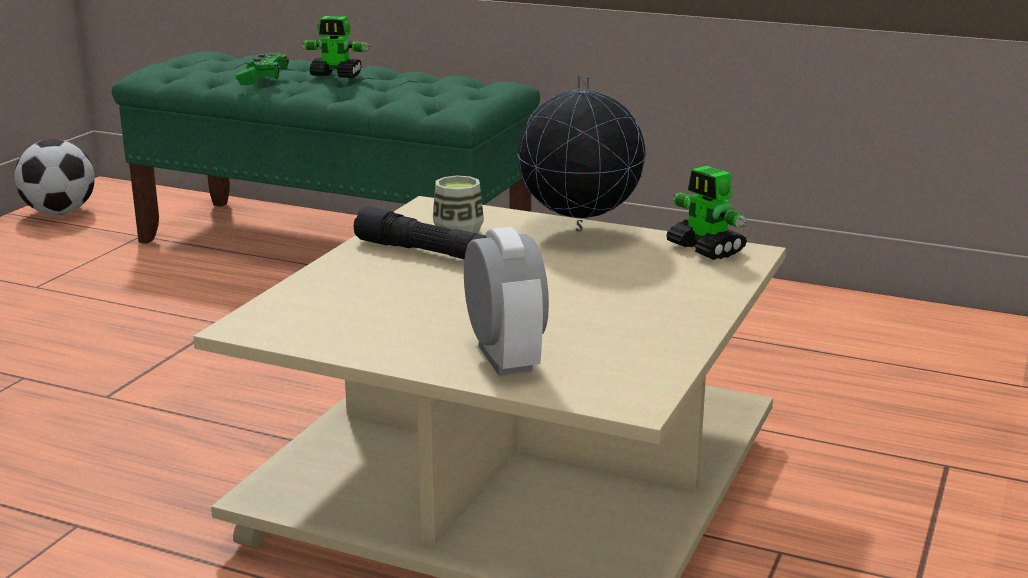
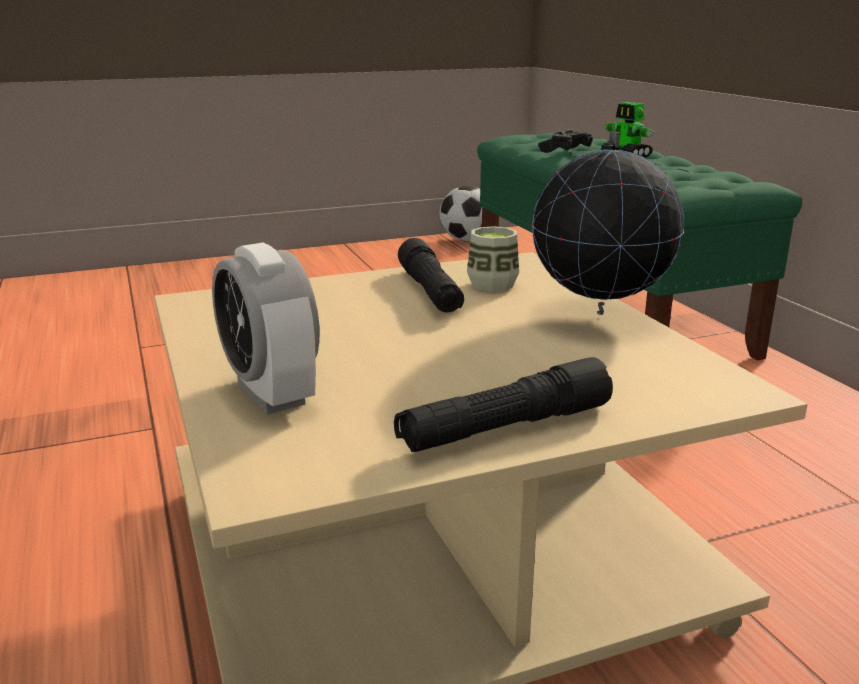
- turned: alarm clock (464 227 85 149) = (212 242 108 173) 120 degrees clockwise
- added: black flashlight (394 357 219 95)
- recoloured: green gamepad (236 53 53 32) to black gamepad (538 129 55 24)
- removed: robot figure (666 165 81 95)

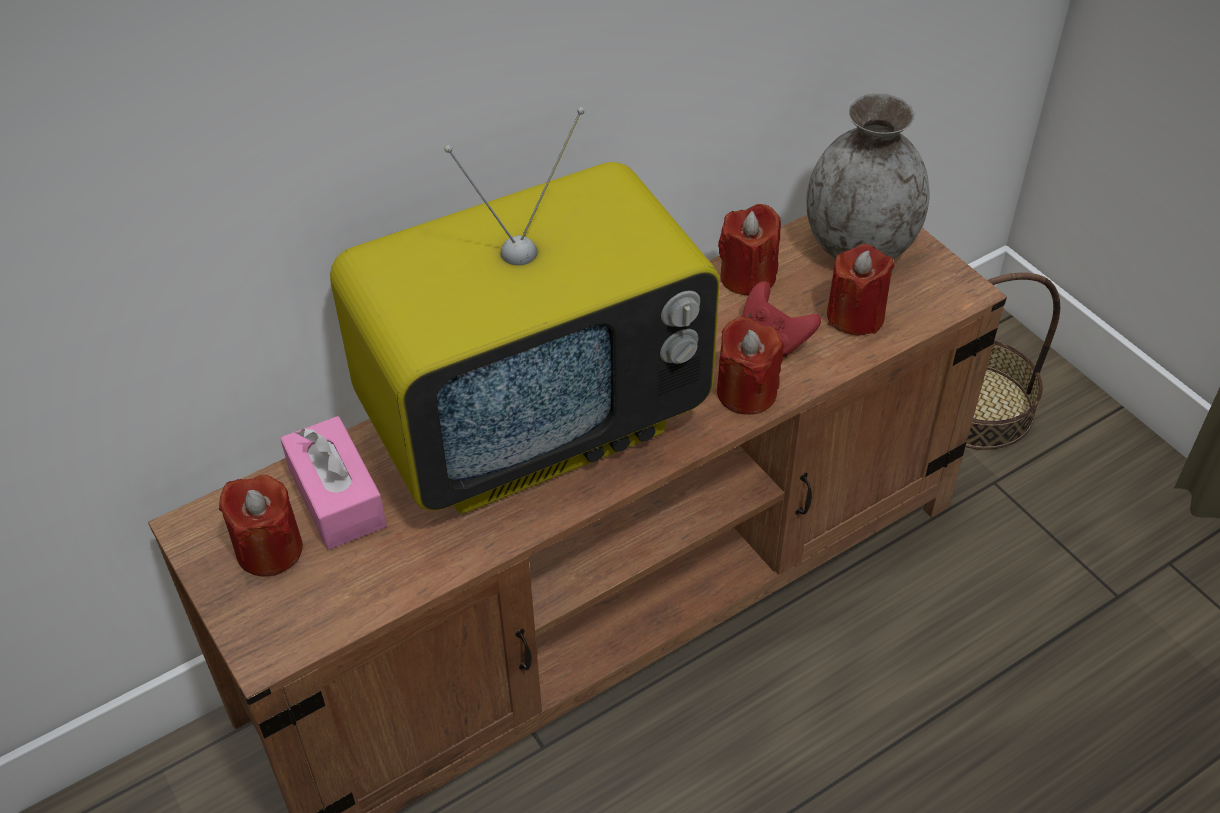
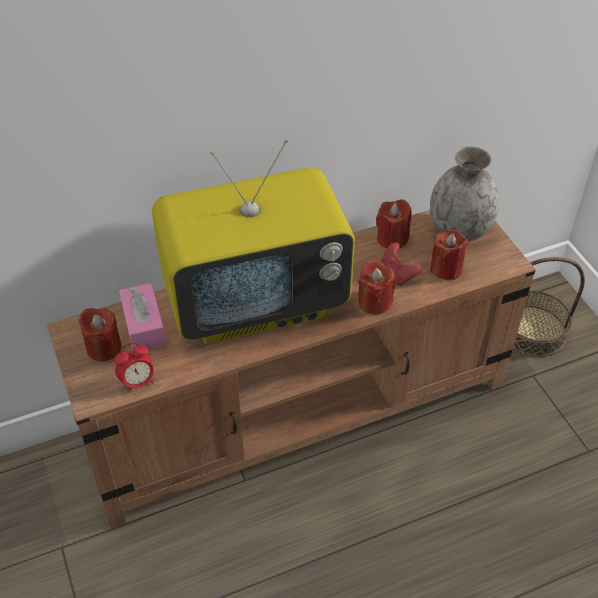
- added: alarm clock (114 343 40 50)

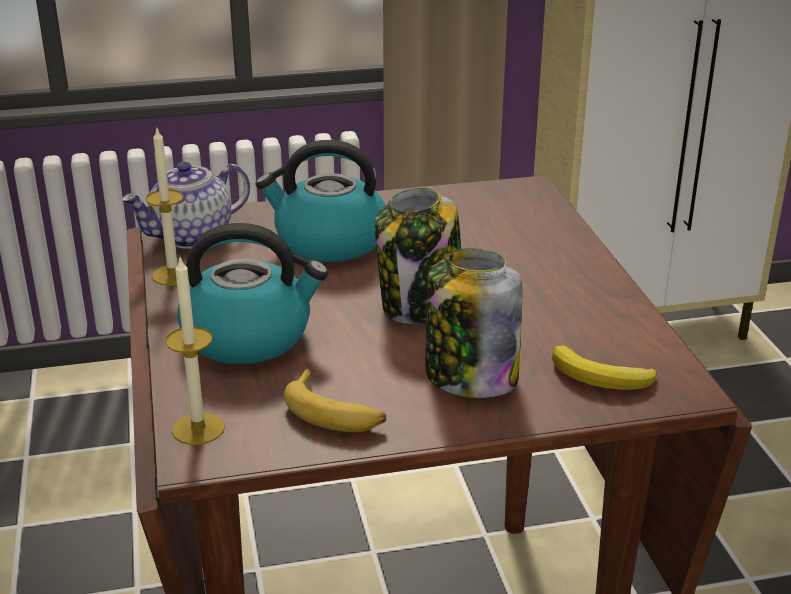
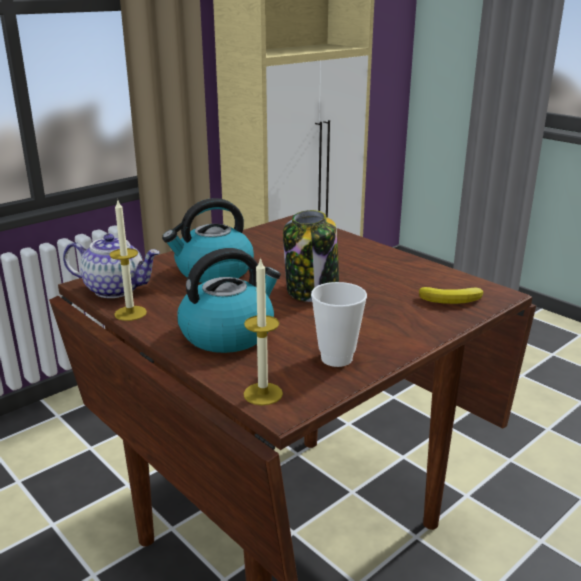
- turned: teapot (121 162 129 87) = (63 234 97 64) 105 degrees counterclockwise
- replaced: banana (284 369 102 63) to cup (311 282 56 85)
- removed: jar (426 248 96 150)

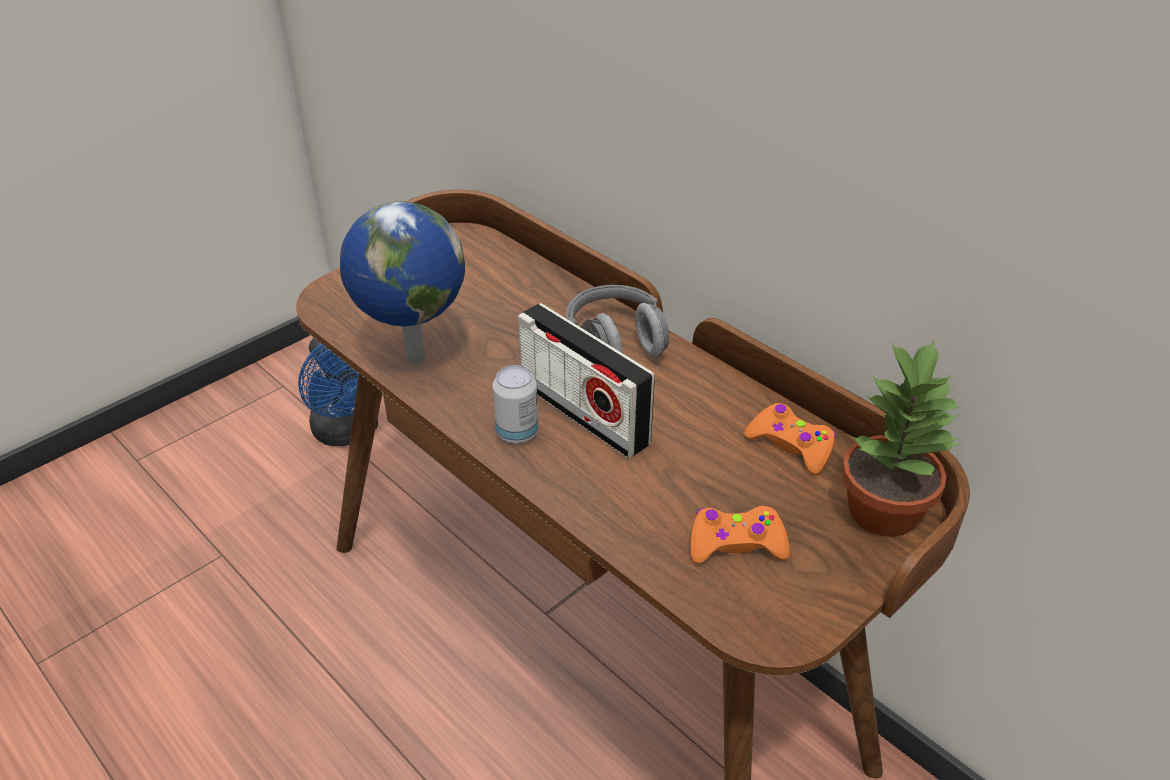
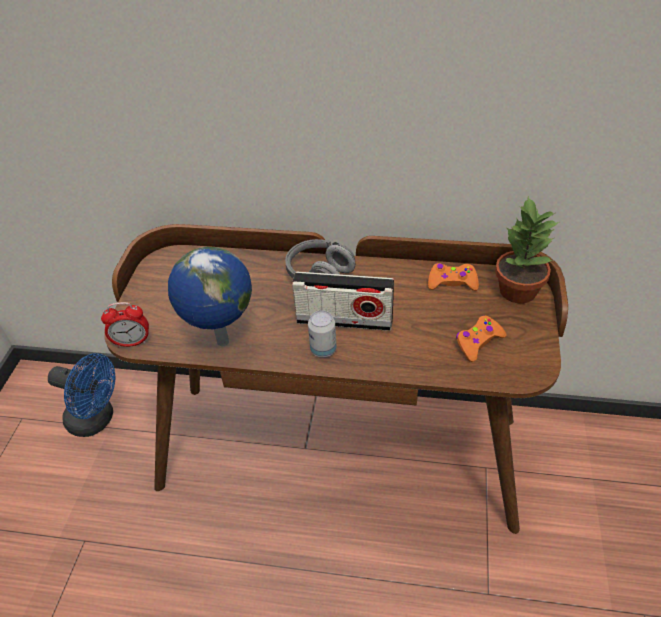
- added: alarm clock (101 302 48 46)

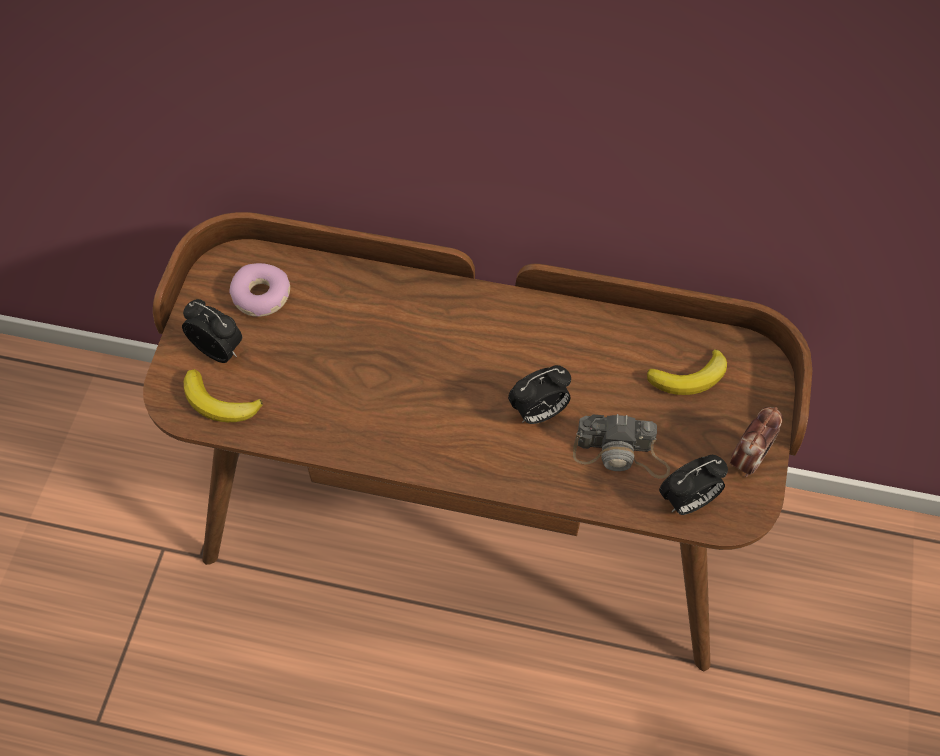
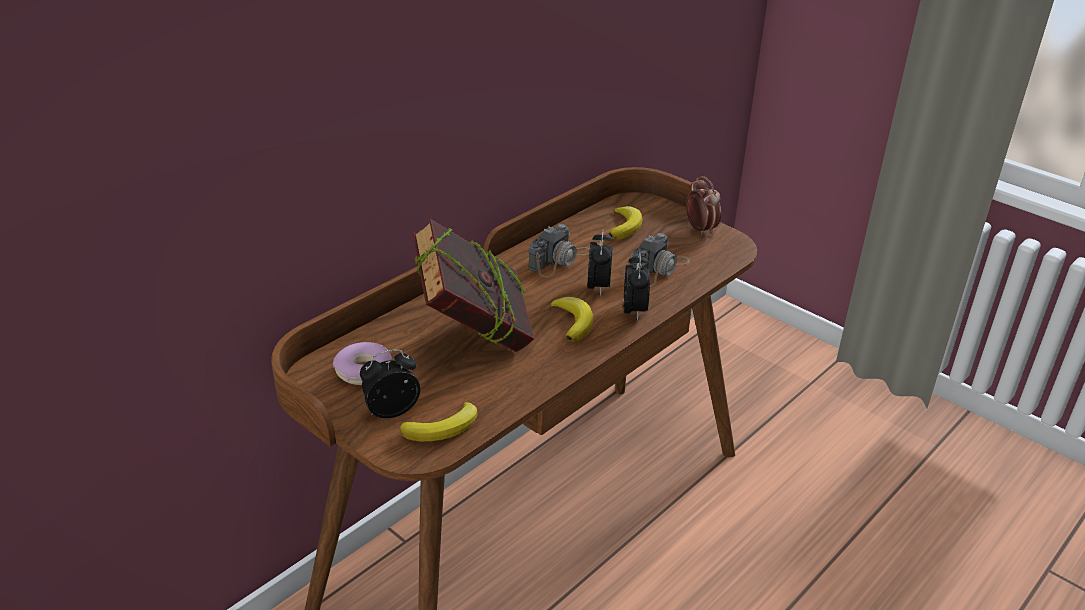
- added: bound book (413 219 121 133)
- added: photo camera (528 224 62 53)
- added: banana (550 297 43 45)
- moved: alarm clock (659 455 69 60) to (624 252 26 69)

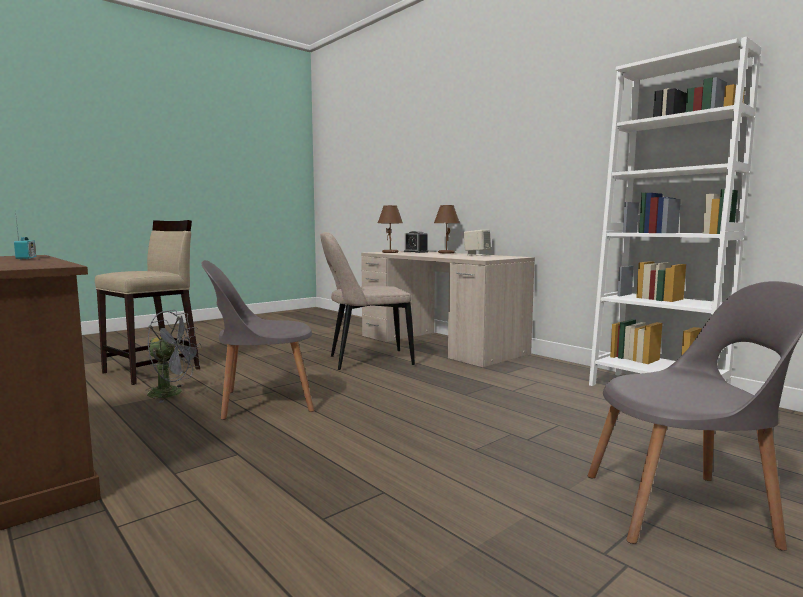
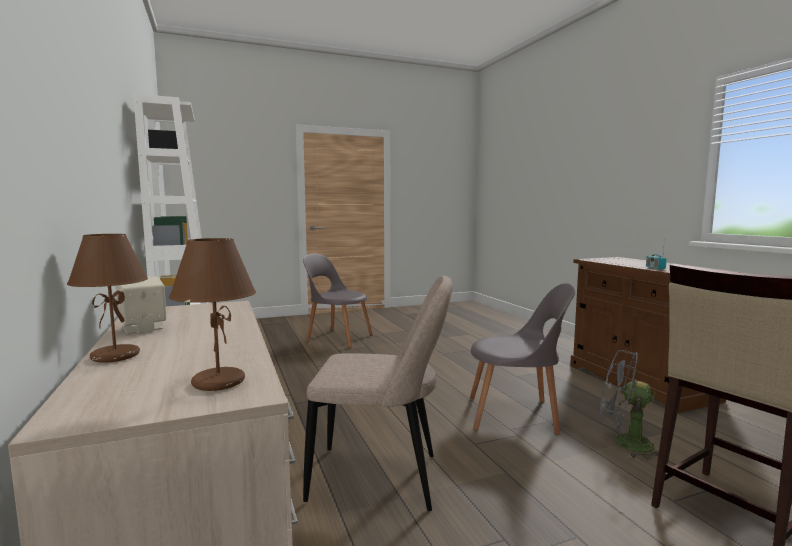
- removed: alarm clock (404 231 24 22)

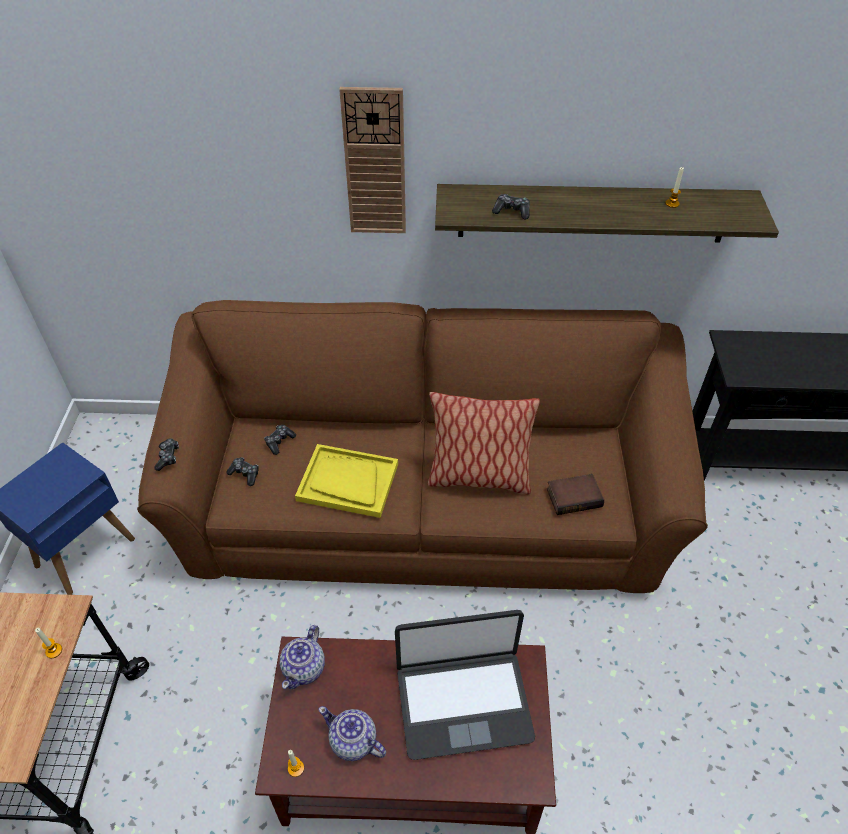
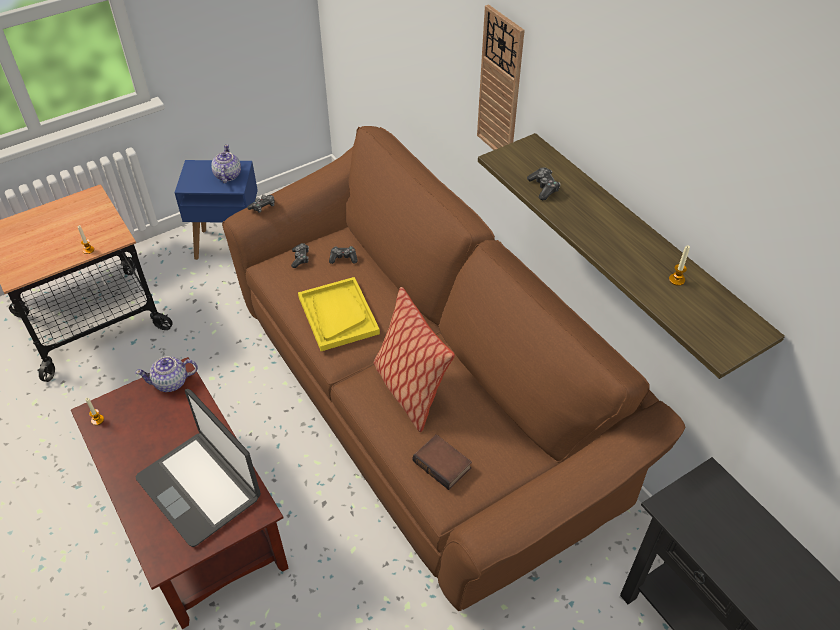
- moved: teapot (319 706 67 55) to (211 144 30 39)

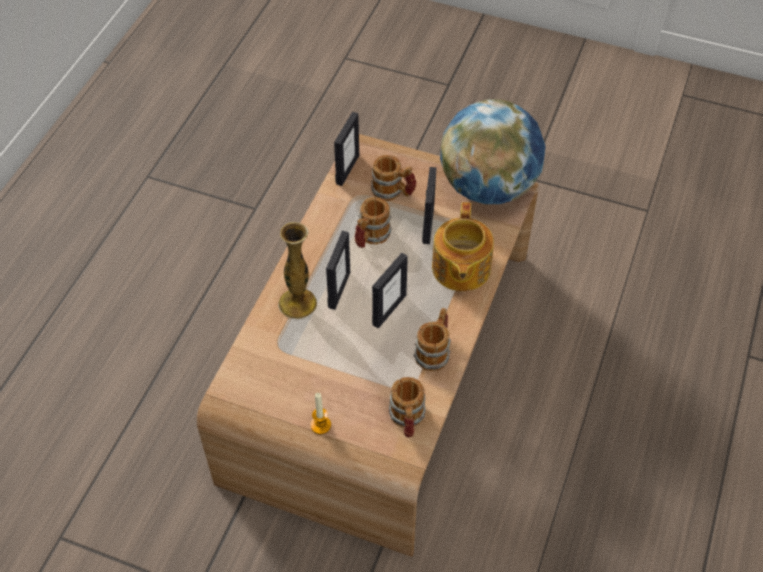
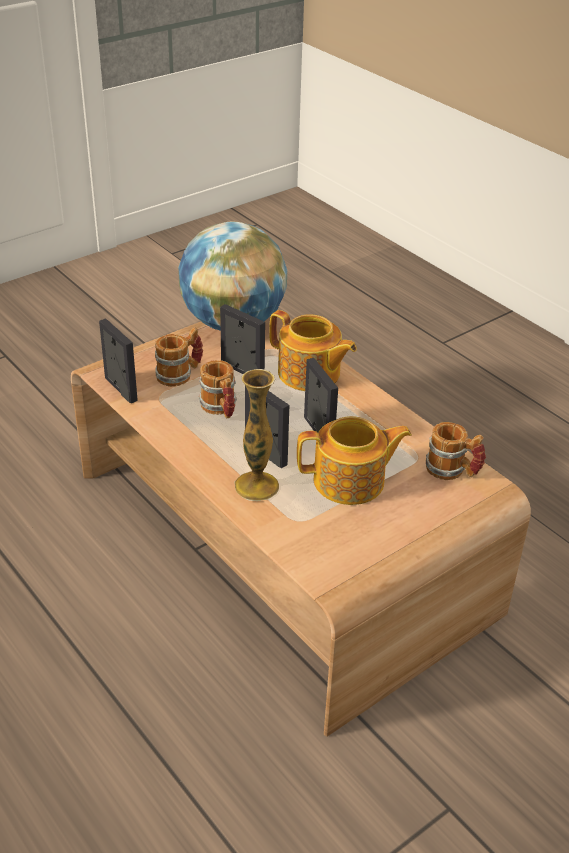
- added: teapot (297 416 115 89)
- removed: candle (310 393 21 41)
- removed: coffee mug (414 308 37 63)

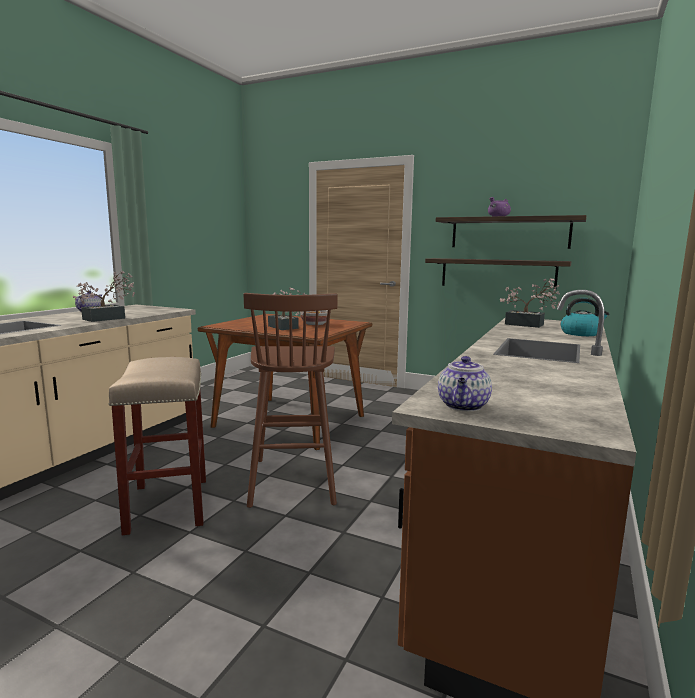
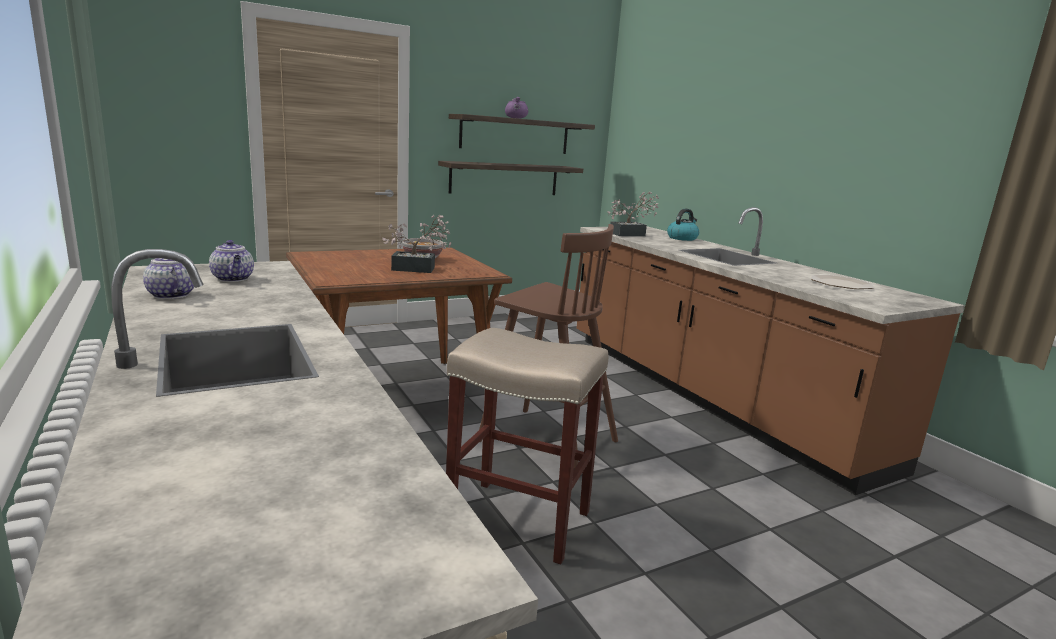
- moved: teapot (438 356 54 55) to (209 240 45 42)
- added: dinner plate (811 275 63 14)
- removed: plant in a pot (73 271 62 51)

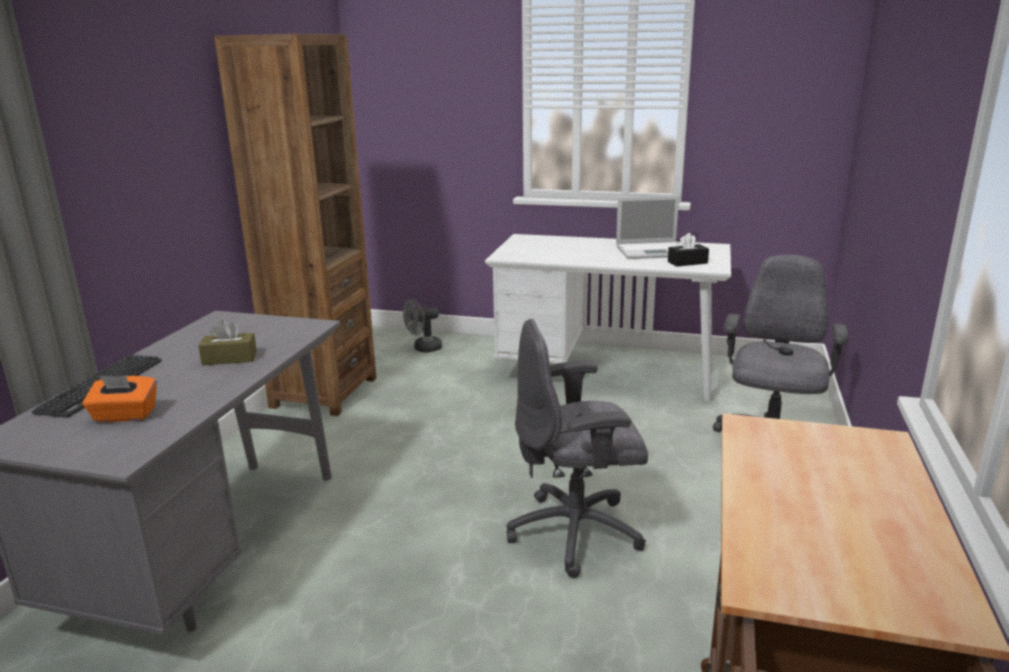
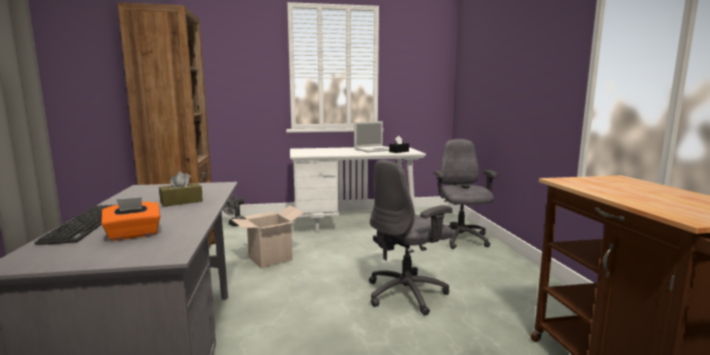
- added: carton (231 206 73 62)

